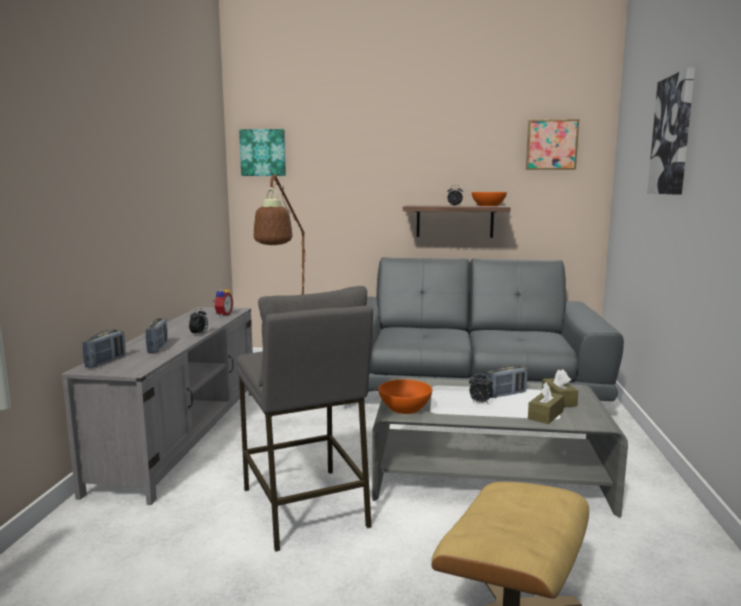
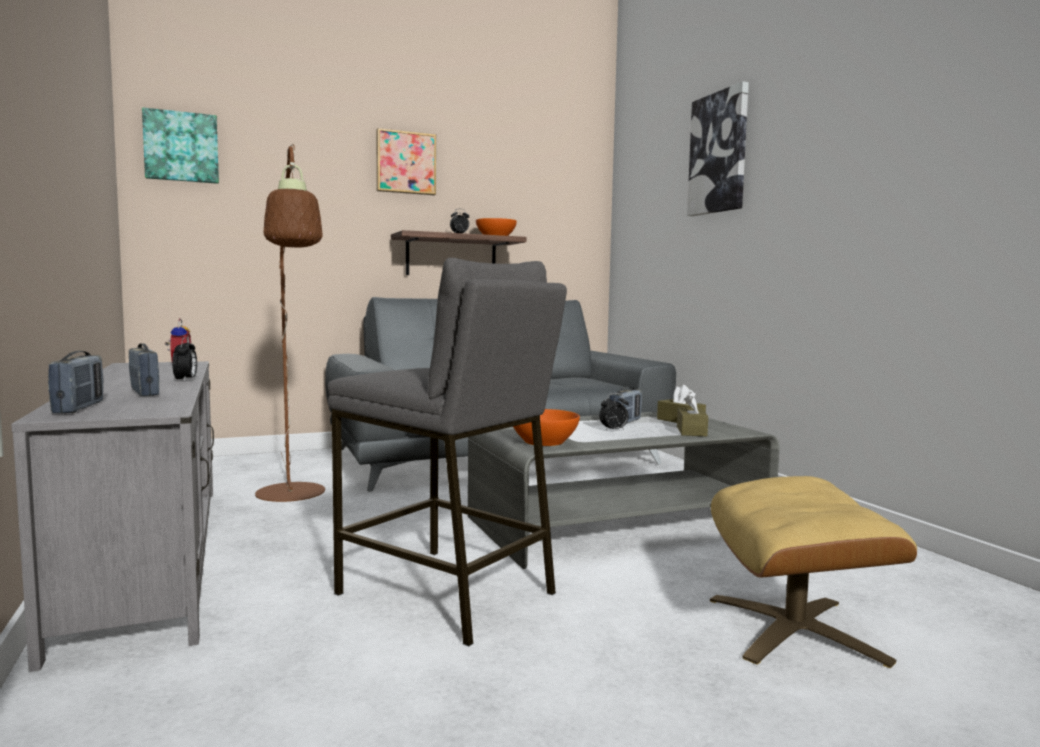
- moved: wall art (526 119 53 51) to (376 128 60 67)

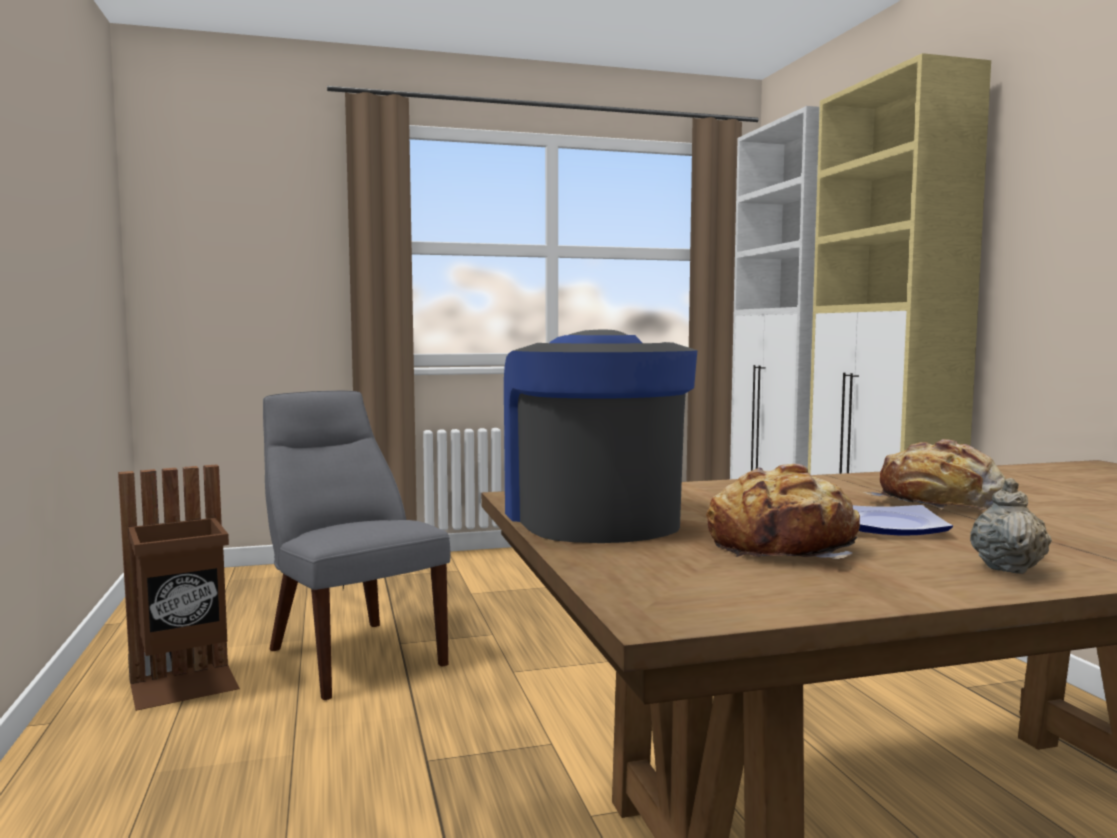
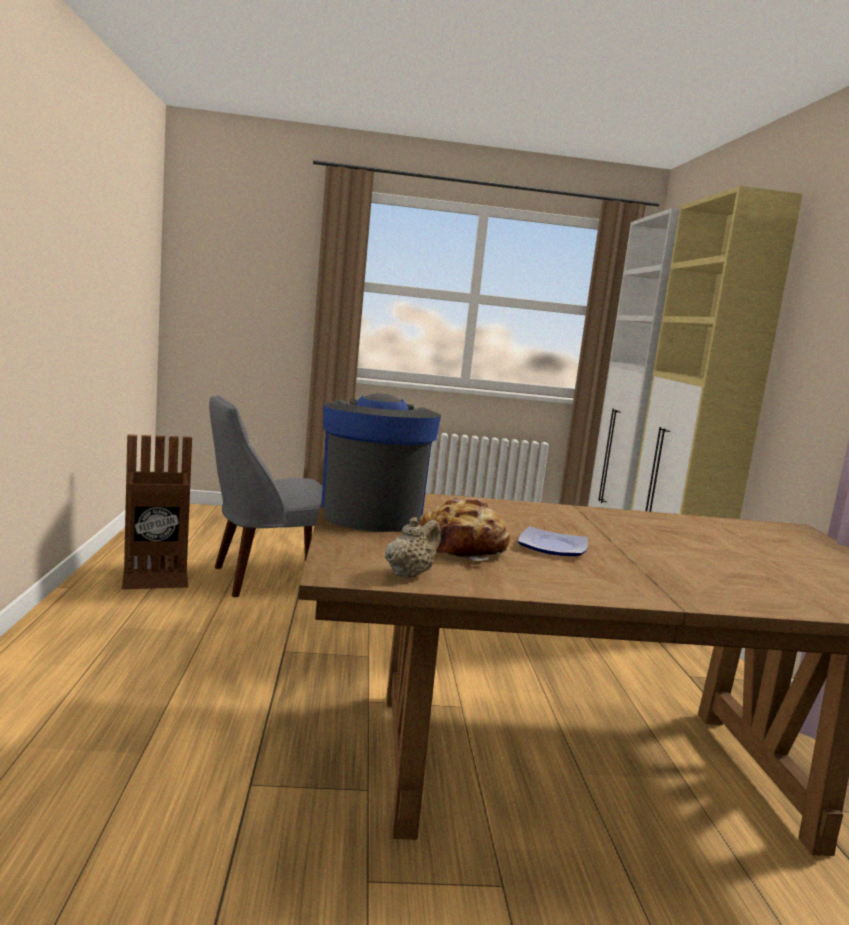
- turned: gray chair (263 391 188 309) = (209 395 114 202) 90 degrees counterclockwise
- moved: beige teapot (970 478 82 96) to (385 517 56 62)
- removed: bakery bread (864 439 142 71)

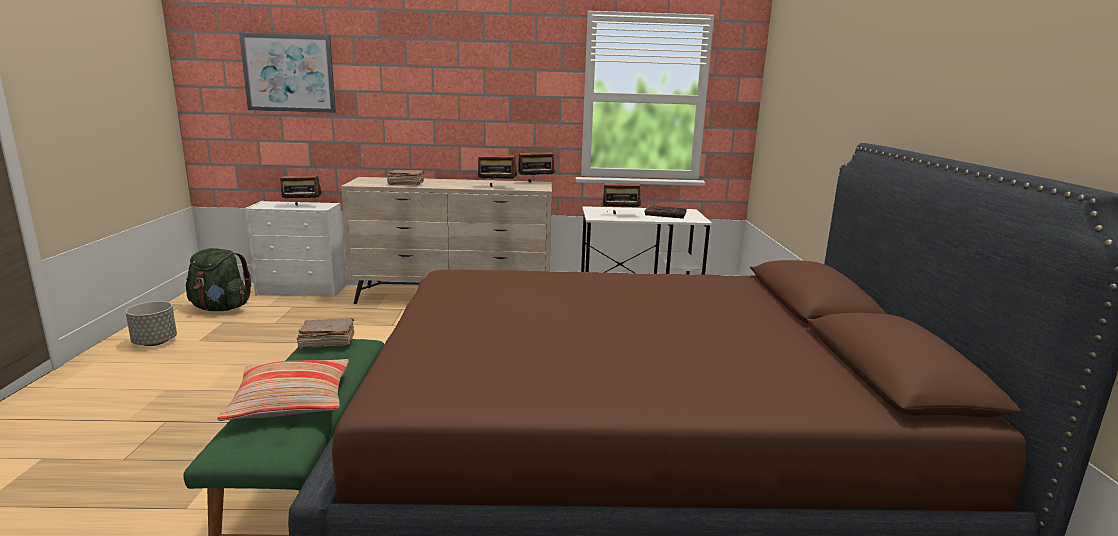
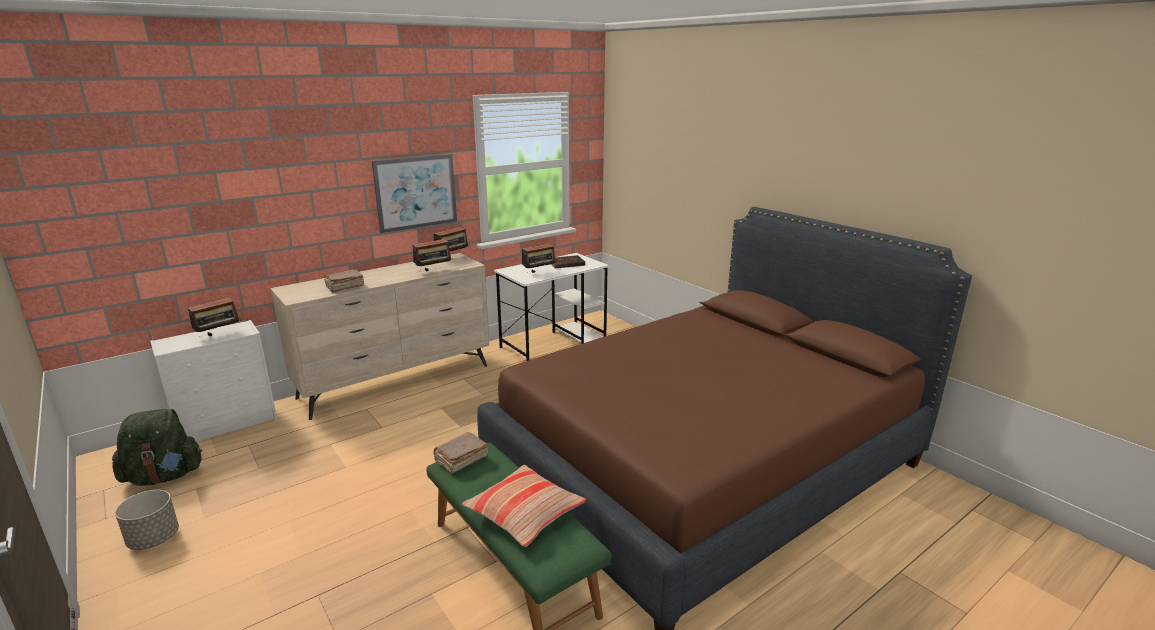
- moved: wall art (239 33 97 80) to (372 154 85 79)

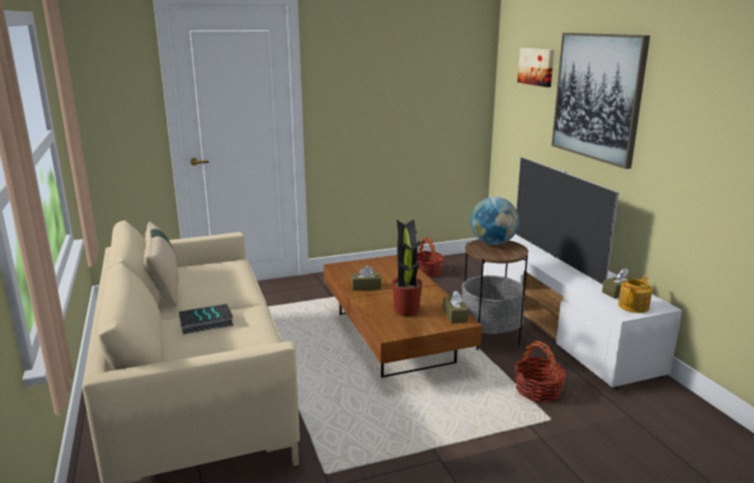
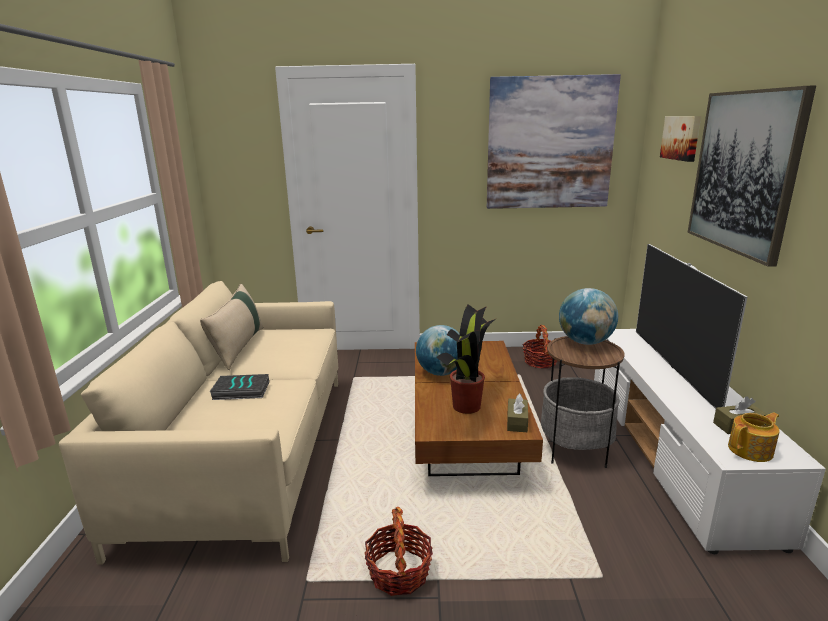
- moved: household basket (514 341 52 61) to (364 507 69 89)
- replaced: brown-coloured tissue box (352 265 30 26) to globe (416 325 43 51)
- added: wall art (487 74 134 135)

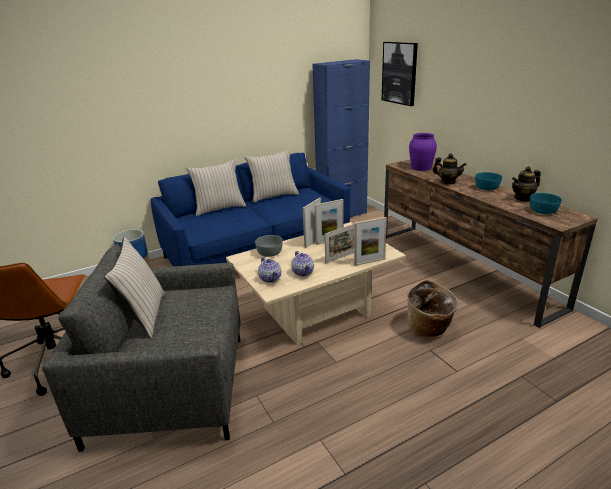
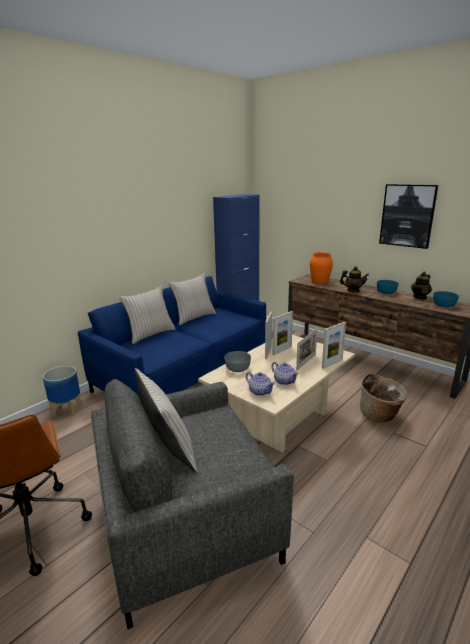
- recoloured: purple decorative vase (409 133 28 38) to orangey decorative vase (310 252 23 32)
- moved: wall art (382 42 36 64) to (379 184 59 65)

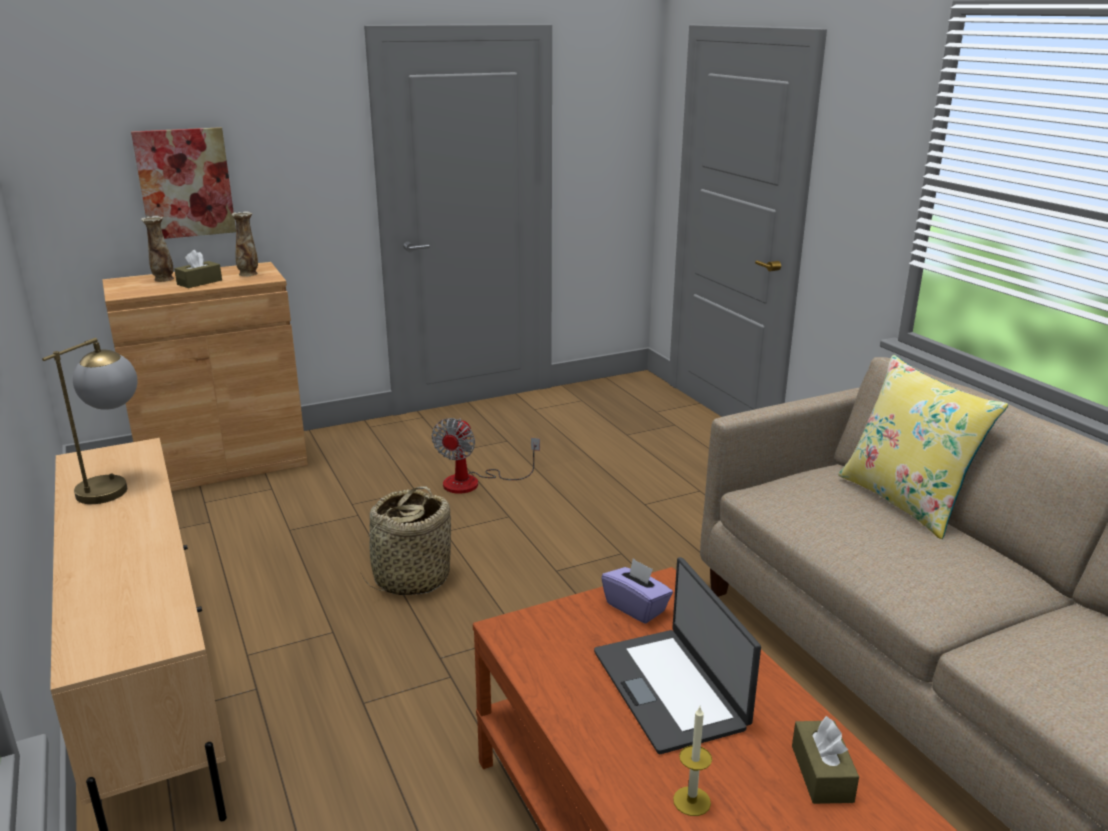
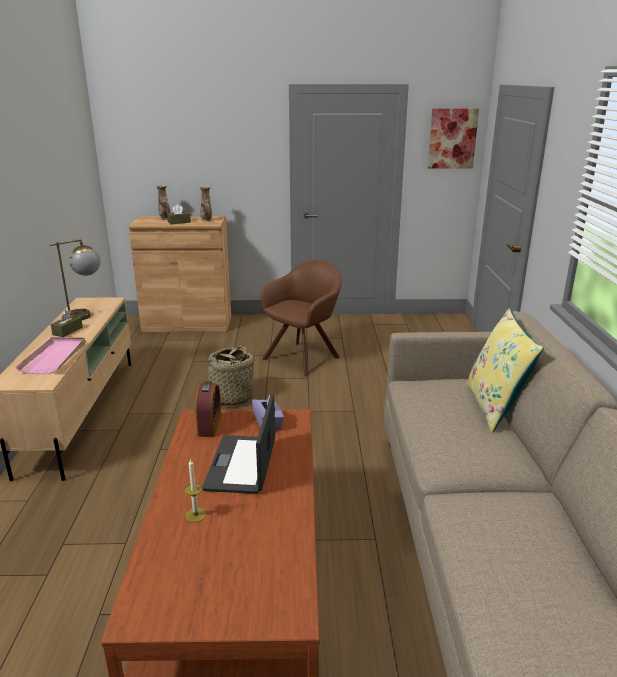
- added: pink-coloured tray (16 337 69 37)
- moved: brown-coloured tissue box (792 716 67 88) to (51 310 32 27)
- added: alarm clock (195 381 27 56)
- replaced: cooling fan (432 418 108 76) to brown-coloured lounge chair (260 260 82 116)
- moved: wall art (131 127 105 112) to (428 108 51 61)

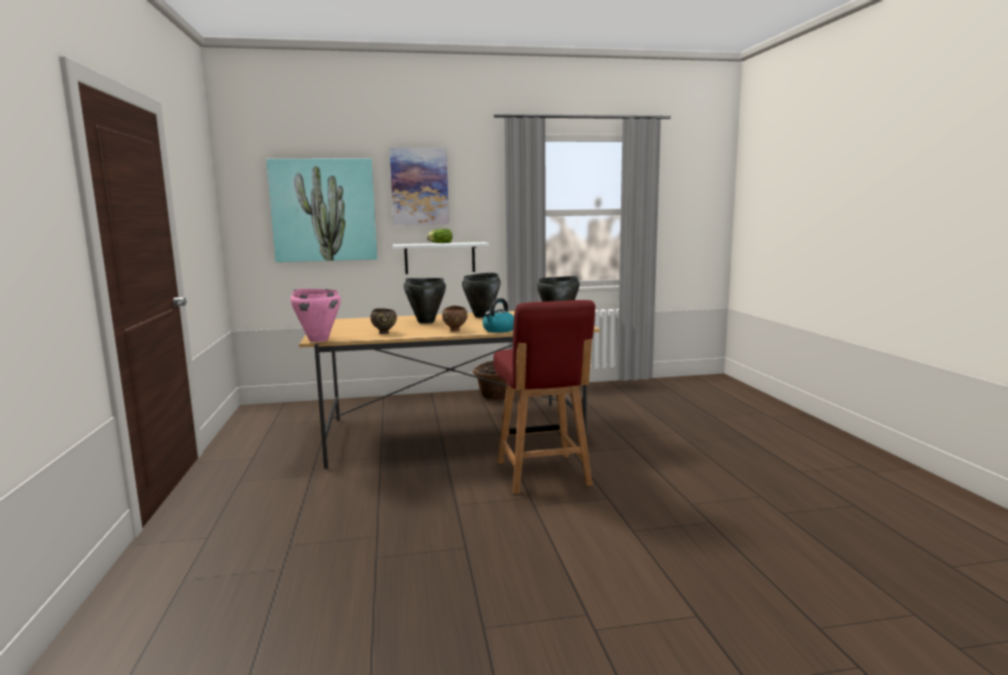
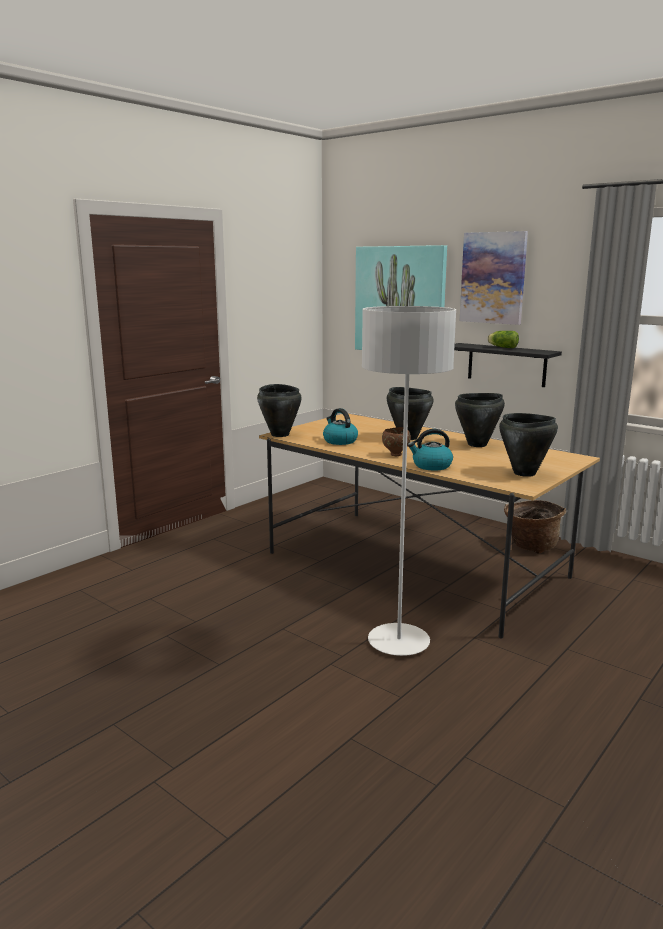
- recoloured: pink-coloured cooking pot (290 289 51 53) to black cooking pot (257 384 45 53)
- replaced: brown-coloured deep dish (370 308 27 26) to tea kettle (323 408 35 37)
- replaced: red-coloured chair (494 300 101 194) to white-coloured floor lamp (362 306 94 350)
- recoloured: white-coloured wall shelf (393 242 96 32) to black wall shelf (454 343 108 44)

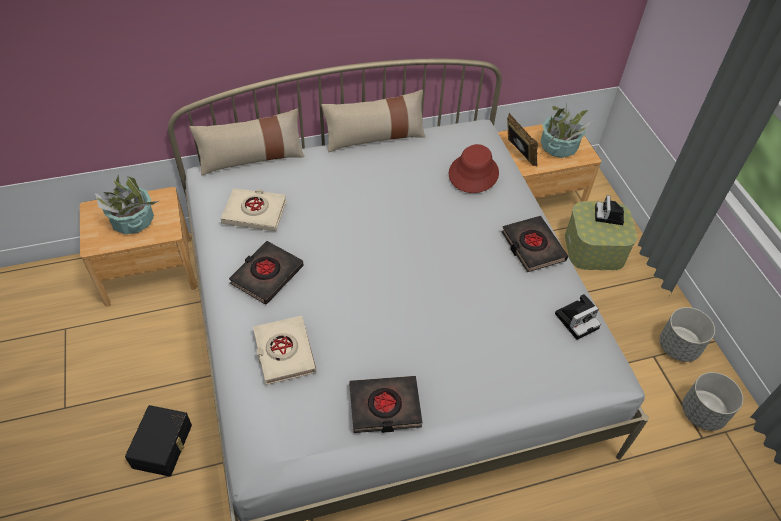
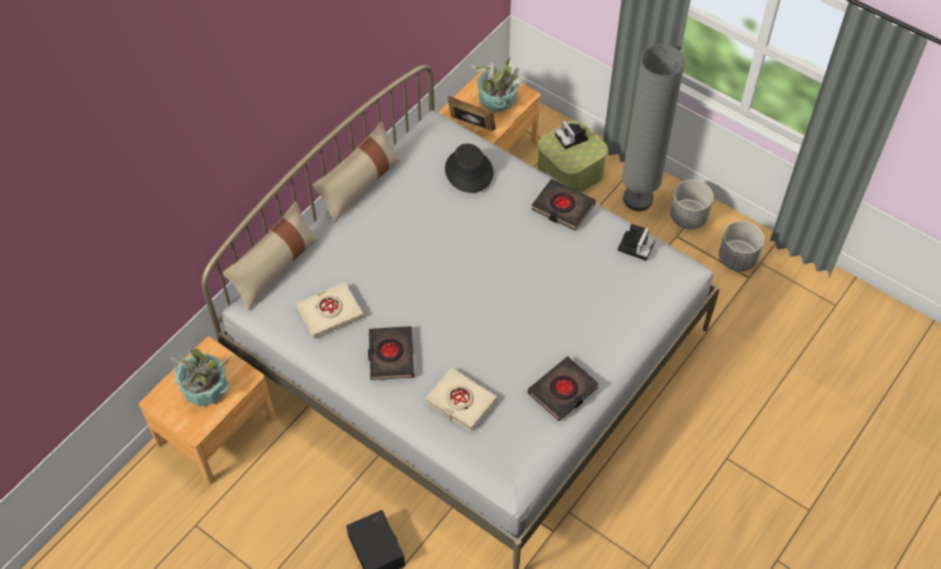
- recoloured: red-coloured wearable hat (449 144 50 49) to black wearable hat (445 143 49 50)
- added: gray floor lamp (622 44 63 167)

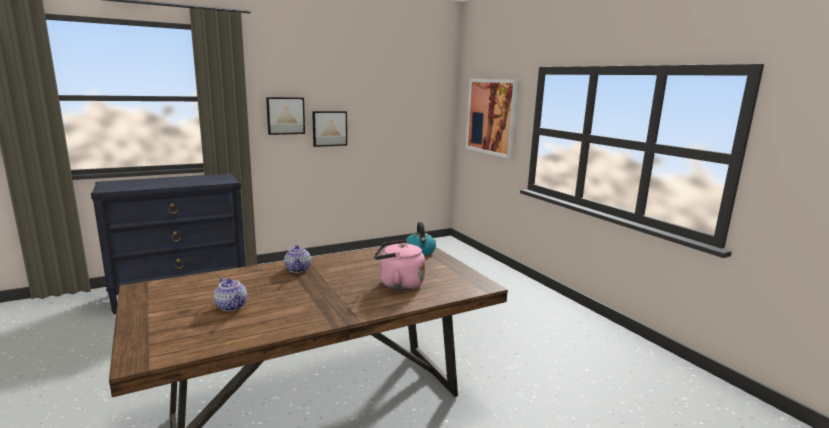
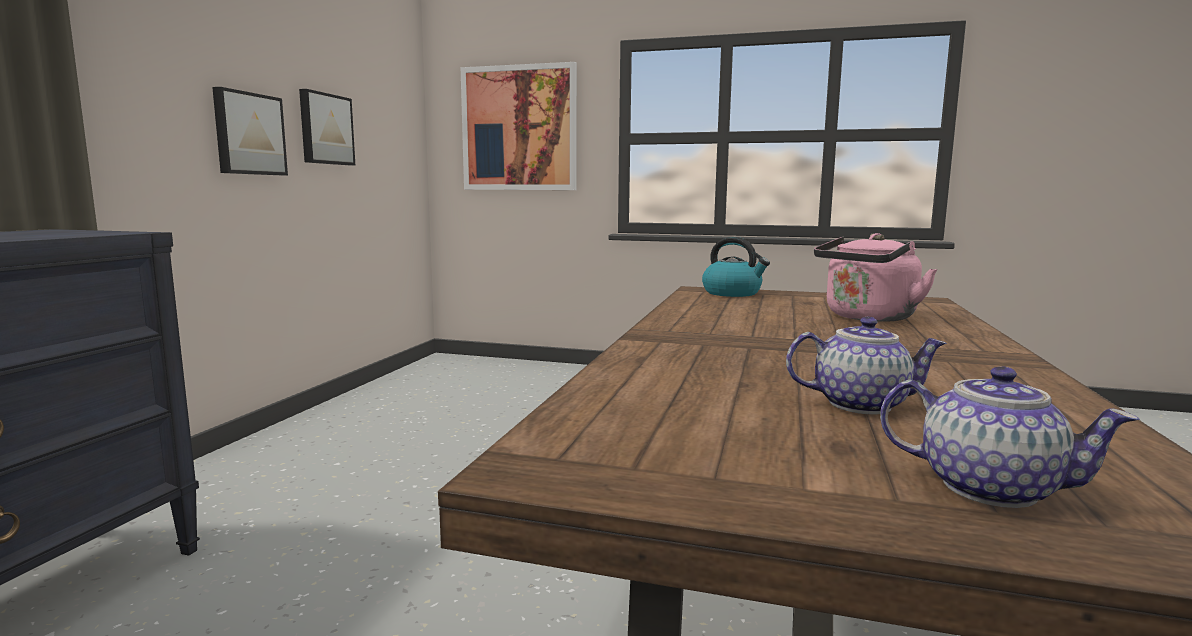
- moved: wall art (266 97 39 38) to (299 89 56 76)
- moved: teapot (284 245 27 28) to (880 366 260 142)

